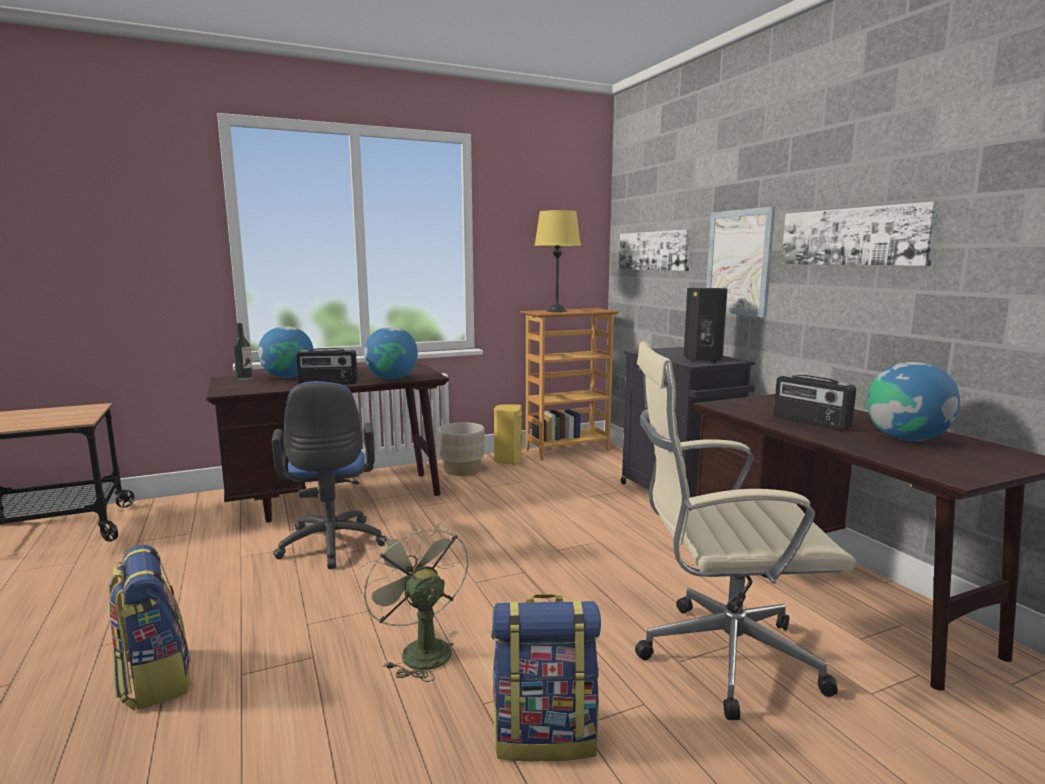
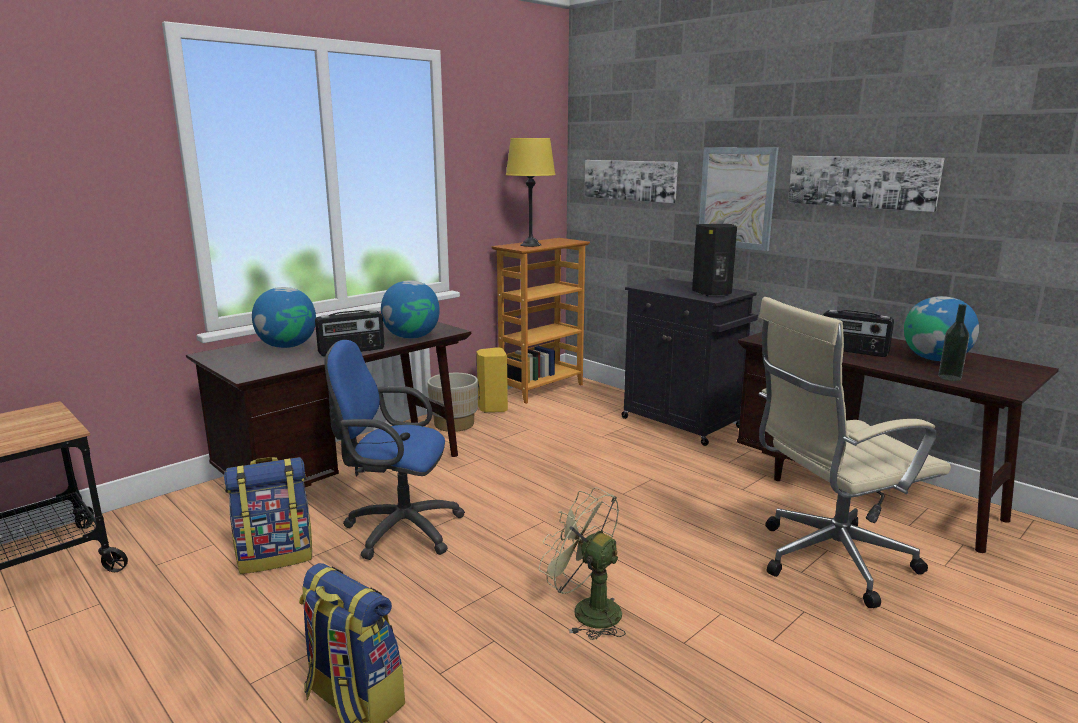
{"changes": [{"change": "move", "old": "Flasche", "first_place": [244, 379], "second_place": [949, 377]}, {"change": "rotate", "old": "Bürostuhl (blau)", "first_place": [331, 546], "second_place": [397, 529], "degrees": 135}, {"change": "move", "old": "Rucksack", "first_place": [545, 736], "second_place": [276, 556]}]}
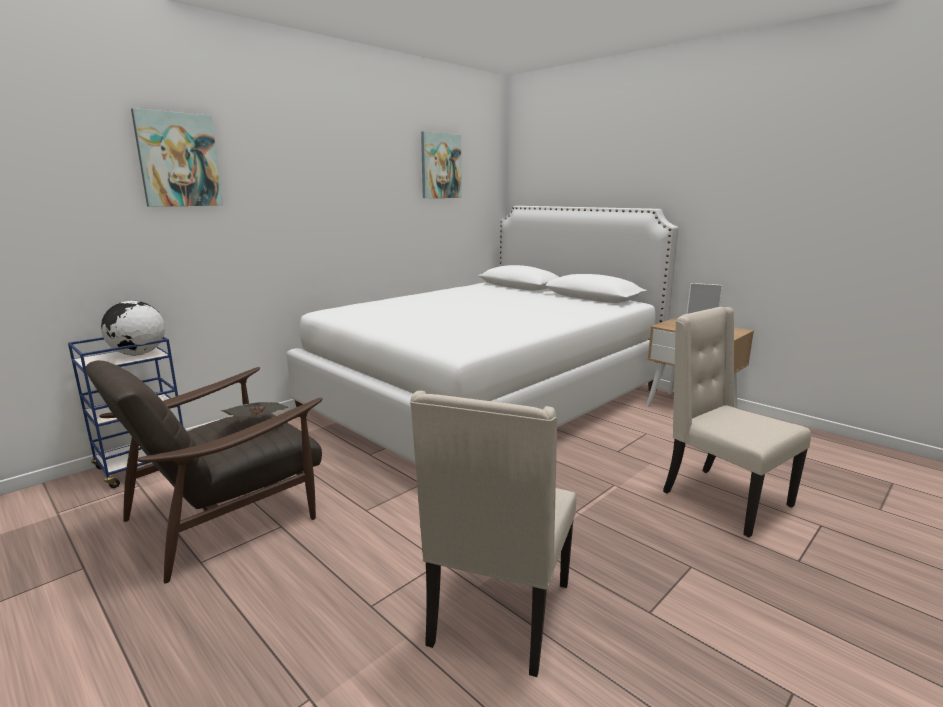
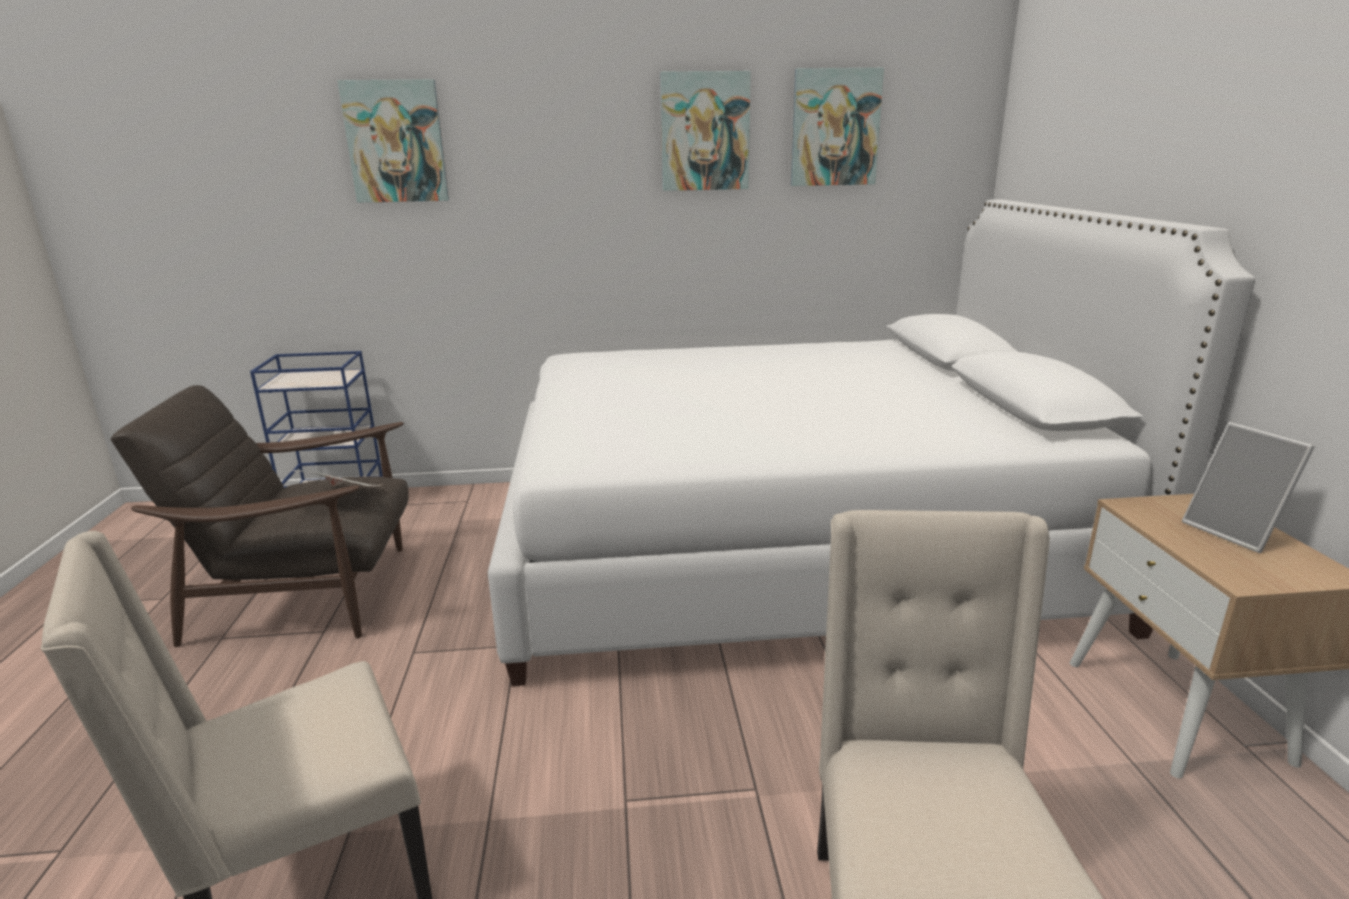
{"changes": [{"change": "delete", "old": "Globus", "first_place": [138, 354]}, {"change": "insert", "new": "Bild", "second_place": [704, 132]}]}
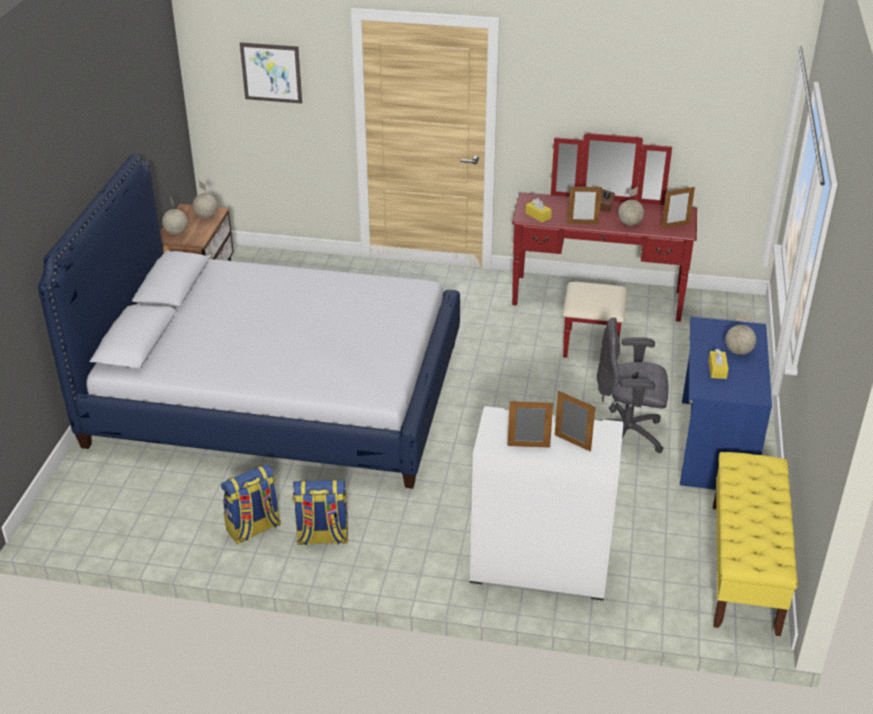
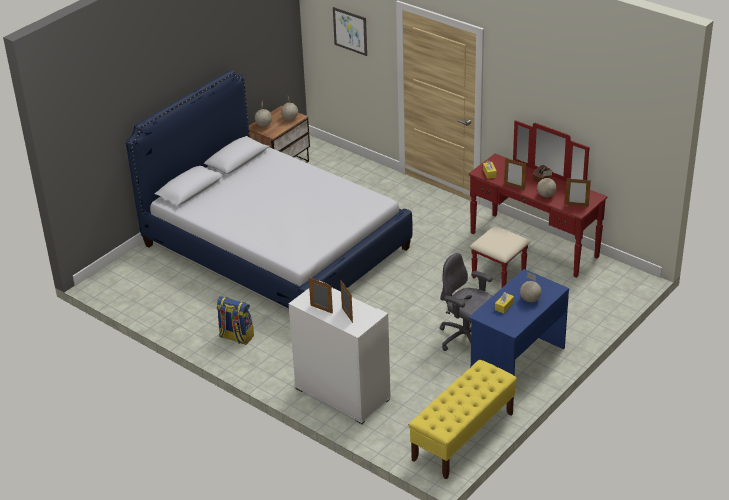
{"changes": [{"change": "delete", "old": "Rucksack", "first_place": [253, 529]}]}
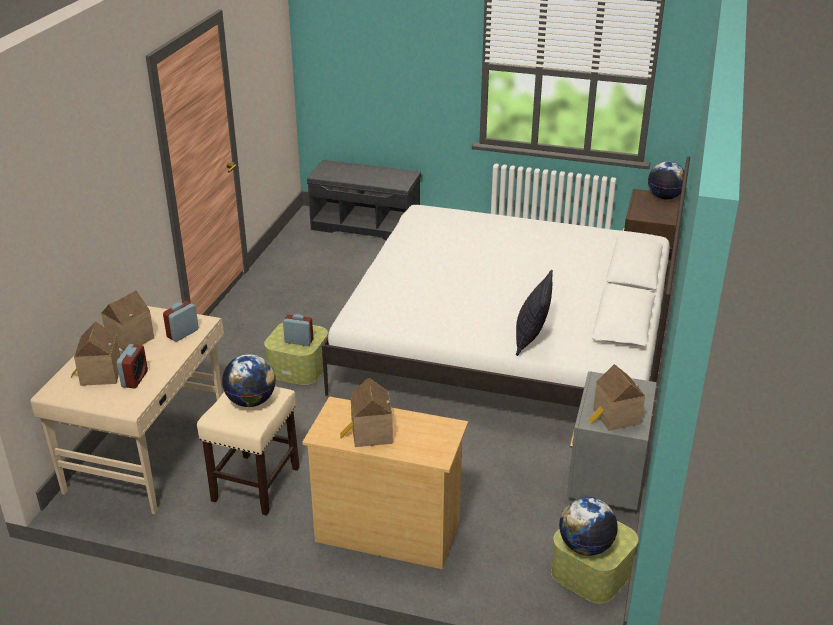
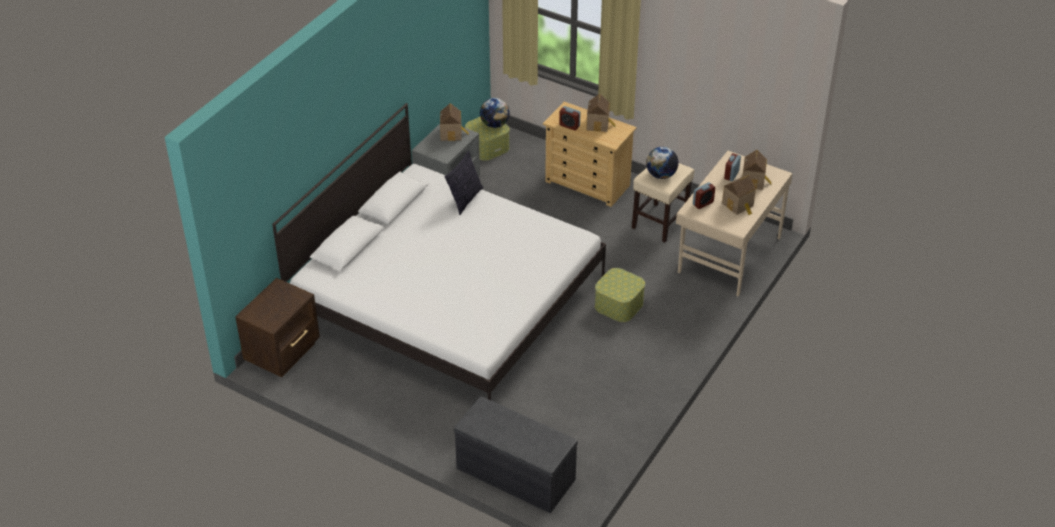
{"changes": [{"change": "move", "old": "Wecker", "first_place": [299, 341], "second_place": [569, 126]}, {"change": "delete", "old": "Globus", "first_place": [664, 197]}]}
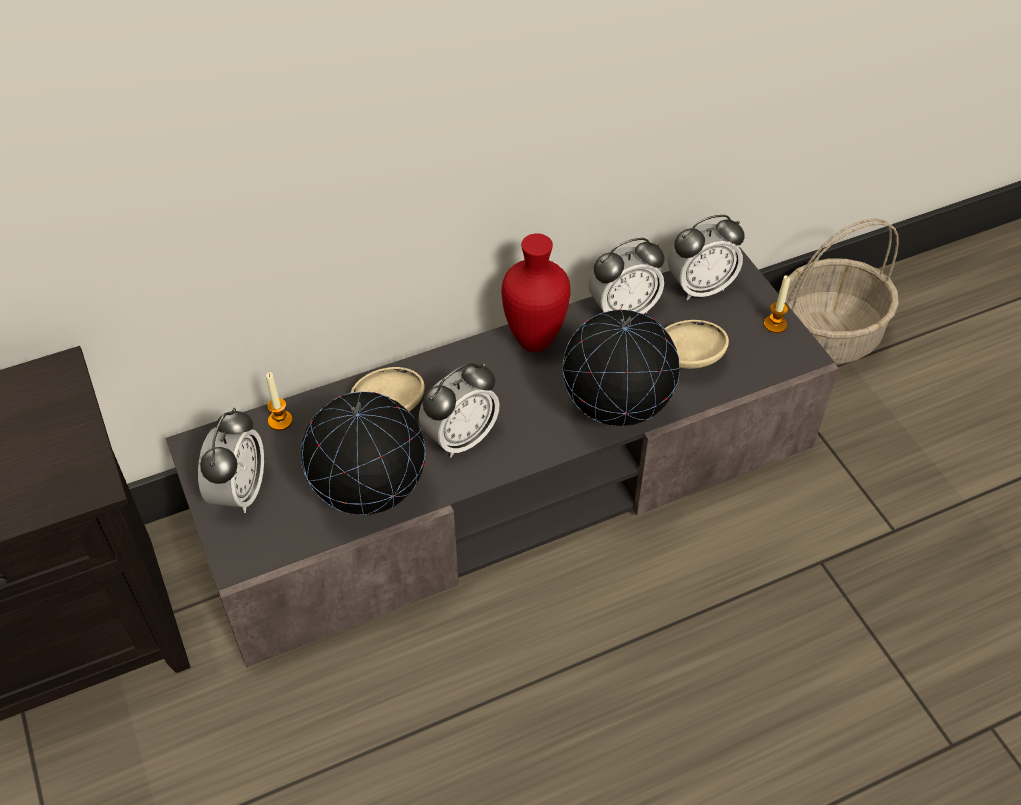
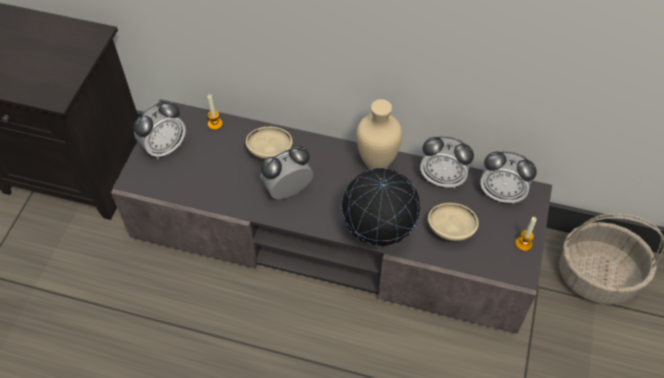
{"changes": [{"change": "delete", "old": "Globus", "first_place": [370, 498]}, {"change": "rotate", "old": "Wecker", "first_place": [460, 438], "second_place": [288, 190], "degrees": 150}, {"change": "recolor", "old": "Vase (rot)", "new": "Vase (beige)", "first_place": [535, 343], "second_place": [376, 165]}]}
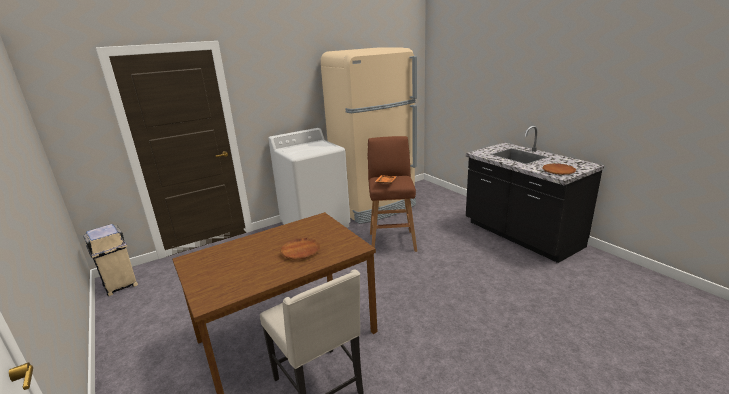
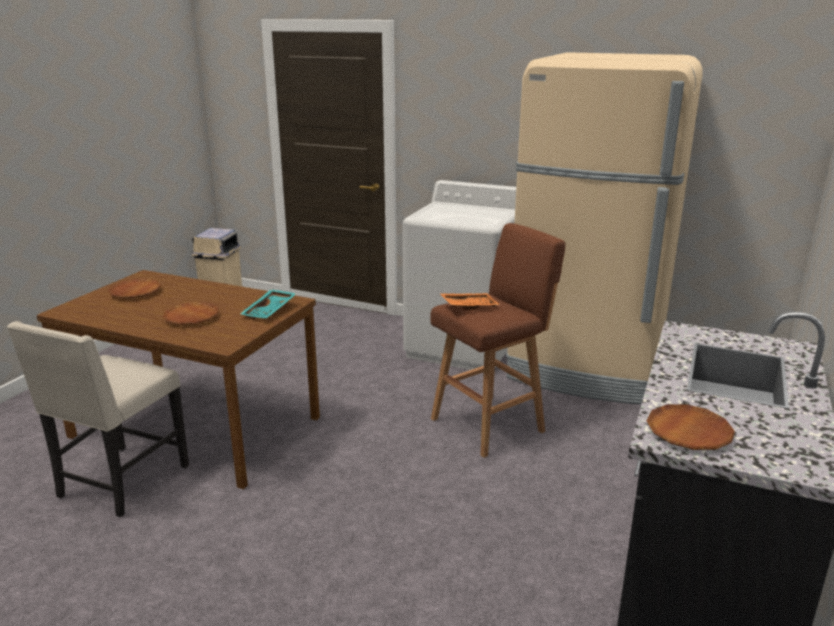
{"changes": [{"change": "insert", "new": "Teller (braun)", "second_place": [135, 292]}, {"change": "insert", "new": "Tablett (türkis)", "second_place": [270, 311]}]}
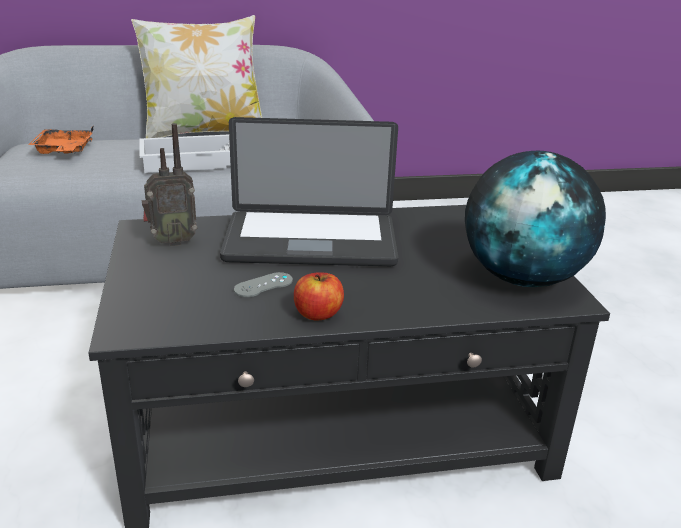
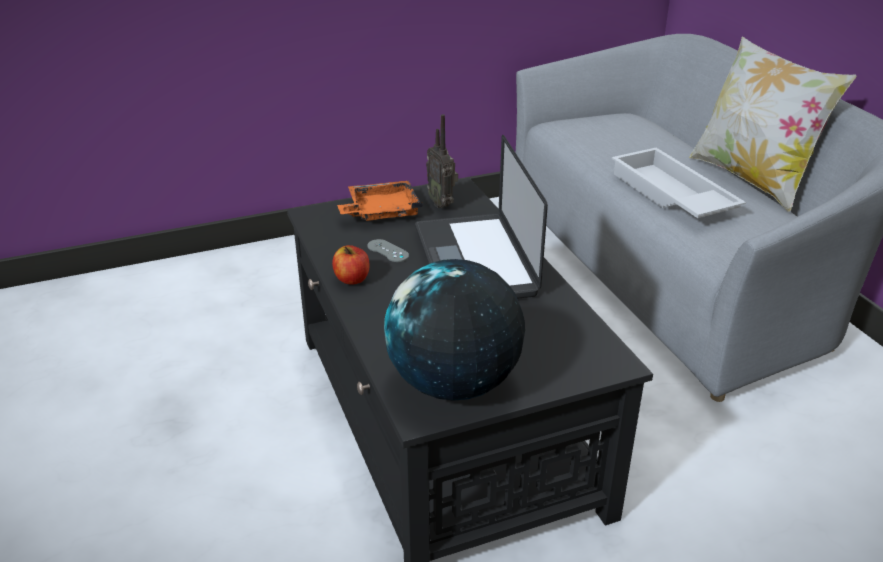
{"changes": [{"change": "move", "old": "Tablett (orange)", "first_place": [64, 151], "second_place": [381, 211]}]}
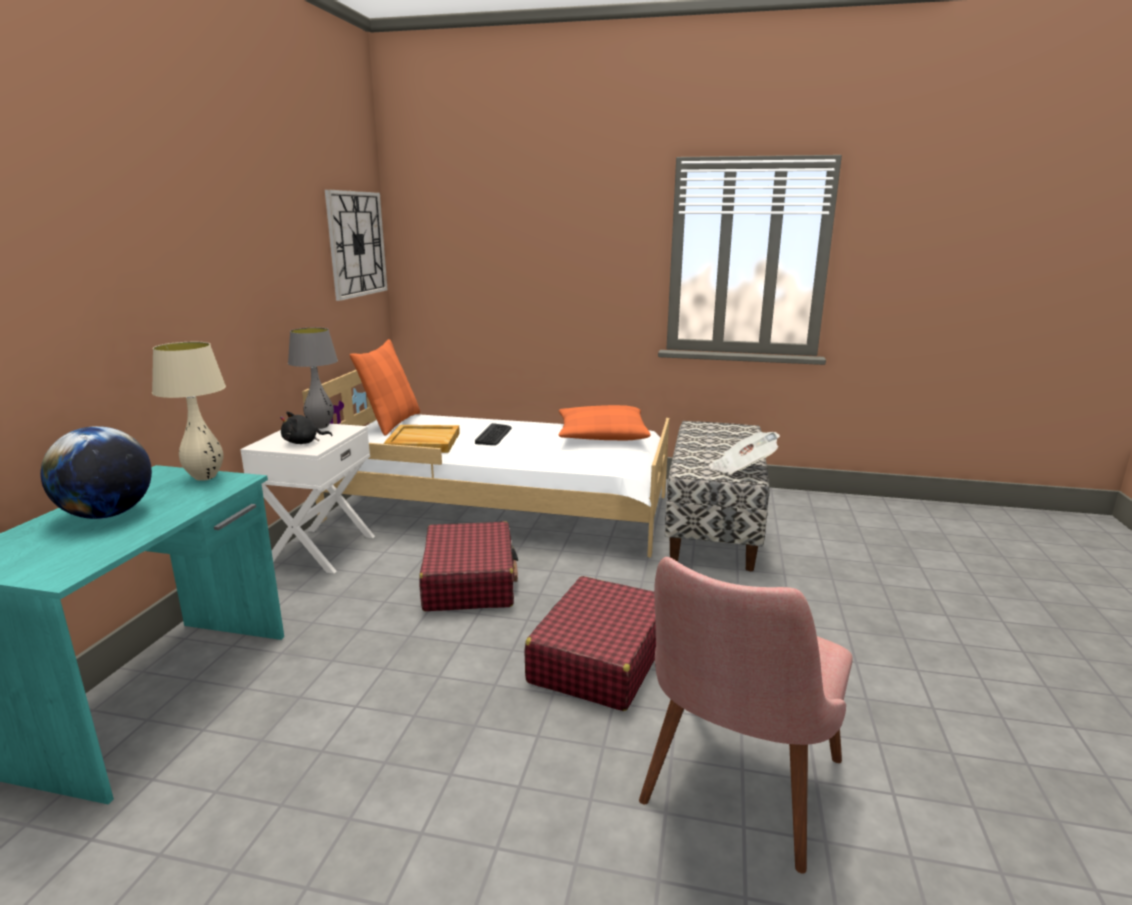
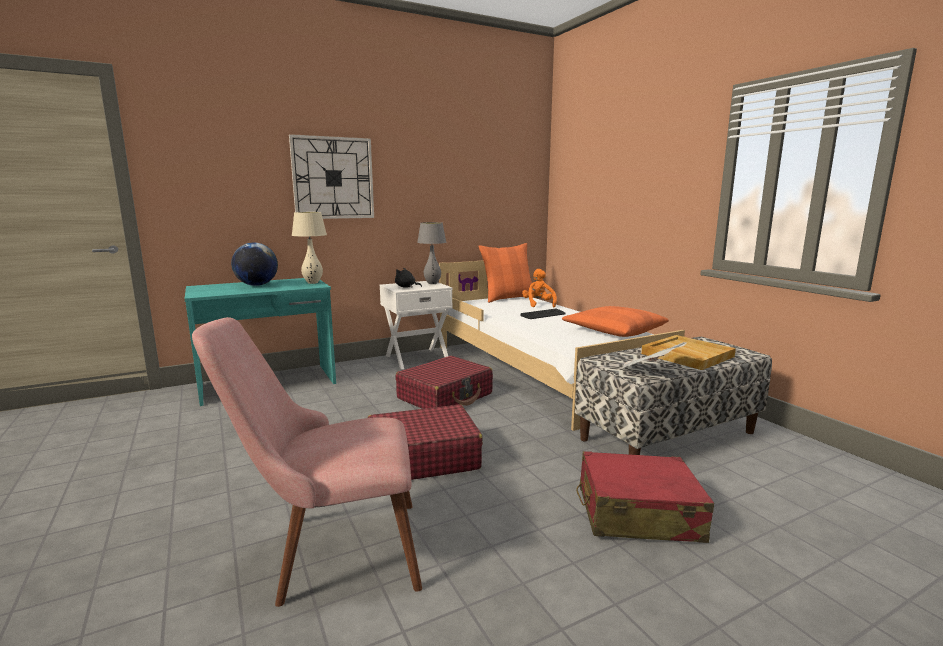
{"changes": [{"change": "move", "old": "Wanduhr", "first_place": [356, 244], "second_place": [333, 178]}, {"change": "move", "old": "Tablett (beige)", "first_place": [422, 442], "second_place": [686, 355]}, {"change": "insert", "new": "Plüschtier (orange)", "second_place": [538, 304]}, {"change": "insert", "new": "Koffer (rot)", "second_place": [637, 514]}]}
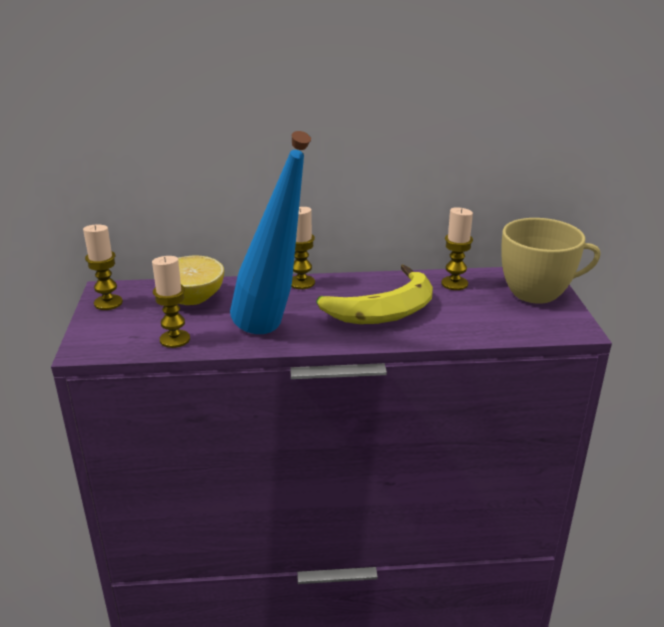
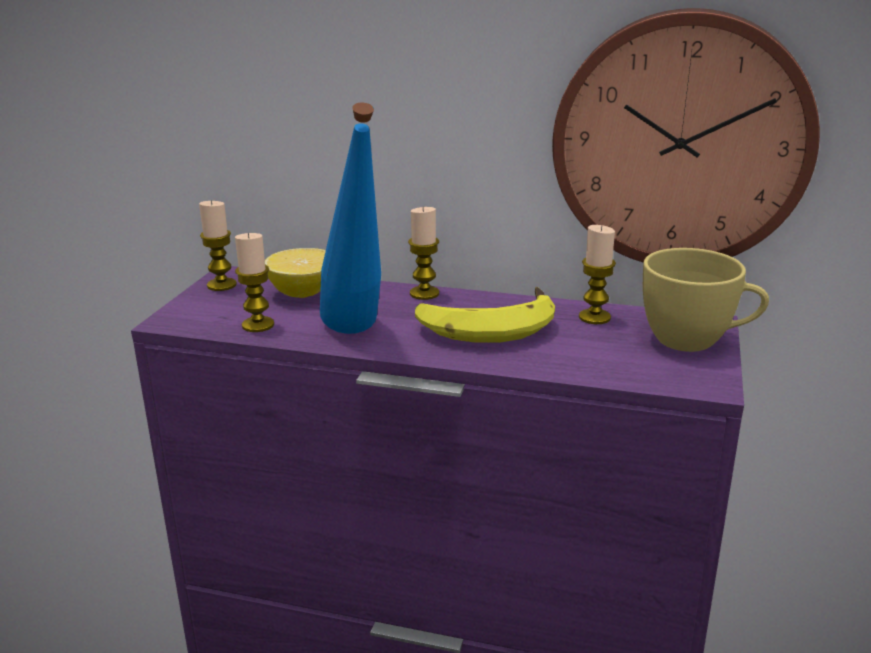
{"changes": [{"change": "insert", "new": "Wanduhr", "second_place": [681, 139]}]}
